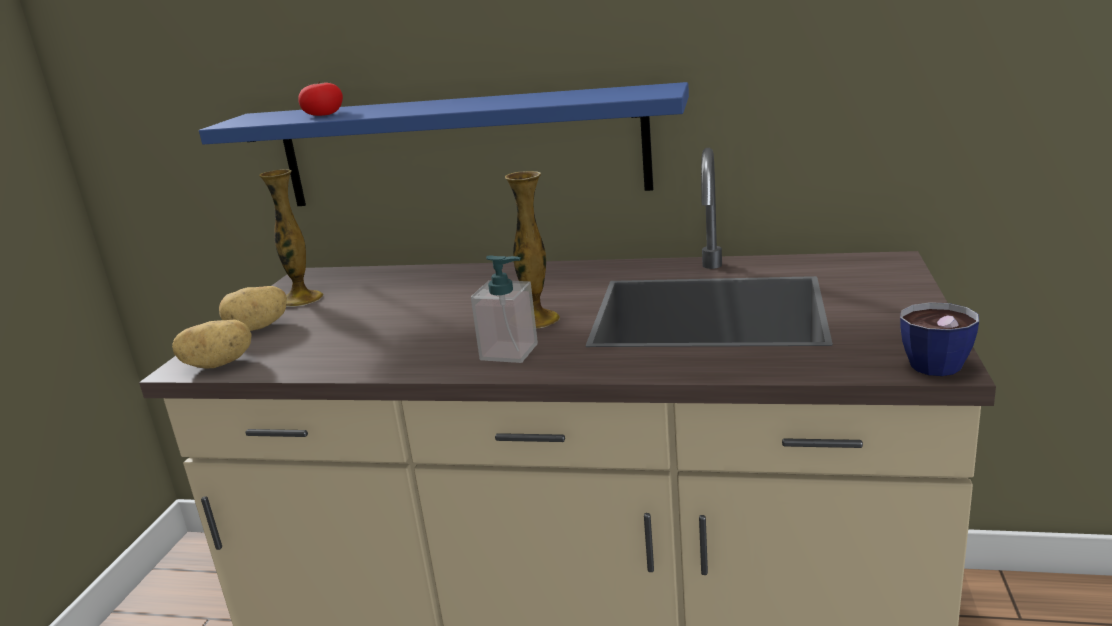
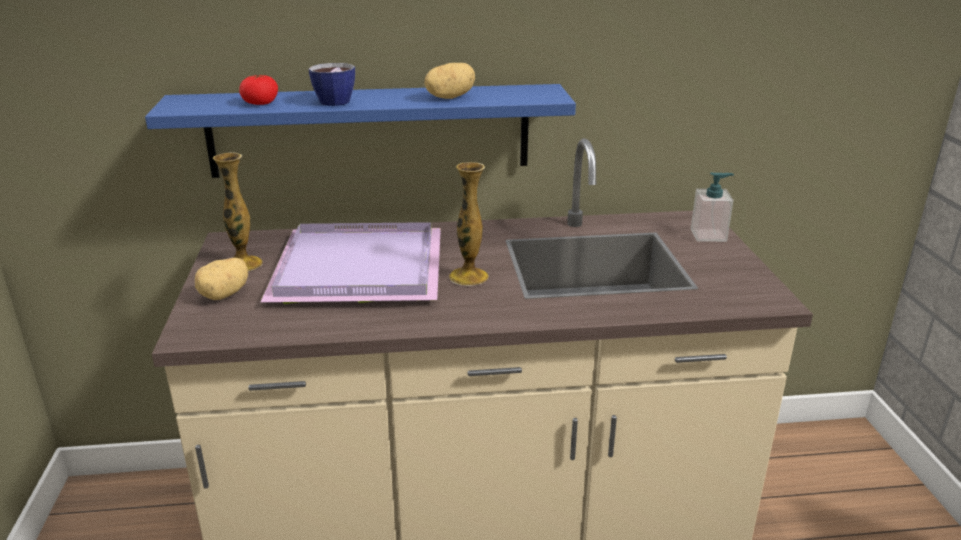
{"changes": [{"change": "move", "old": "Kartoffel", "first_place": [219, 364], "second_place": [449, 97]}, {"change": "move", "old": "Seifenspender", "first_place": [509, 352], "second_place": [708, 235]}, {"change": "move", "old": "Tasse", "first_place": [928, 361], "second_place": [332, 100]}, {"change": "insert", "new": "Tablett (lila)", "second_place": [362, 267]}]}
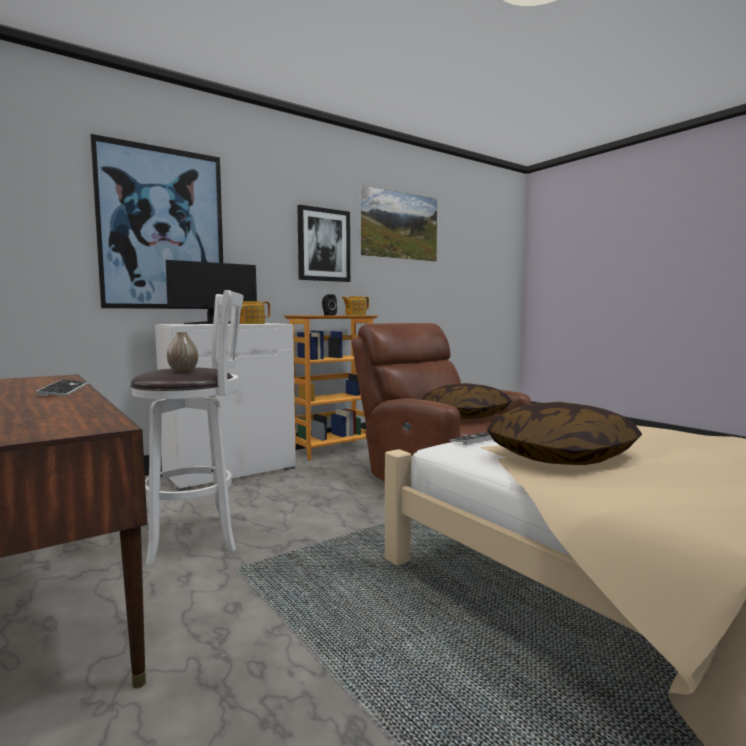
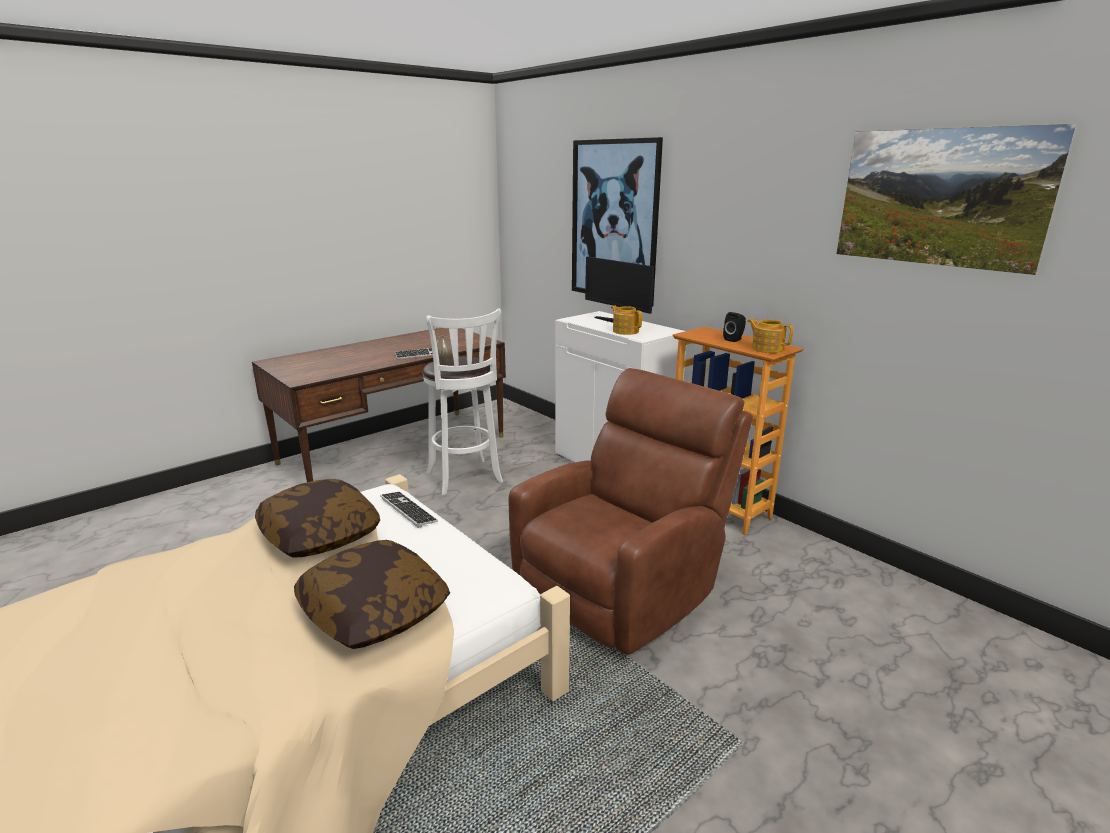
{"changes": [{"change": "delete", "old": "Bild", "first_place": [323, 245]}, {"change": "move", "old": "Kissen", "first_place": [465, 415], "second_place": [374, 612]}]}
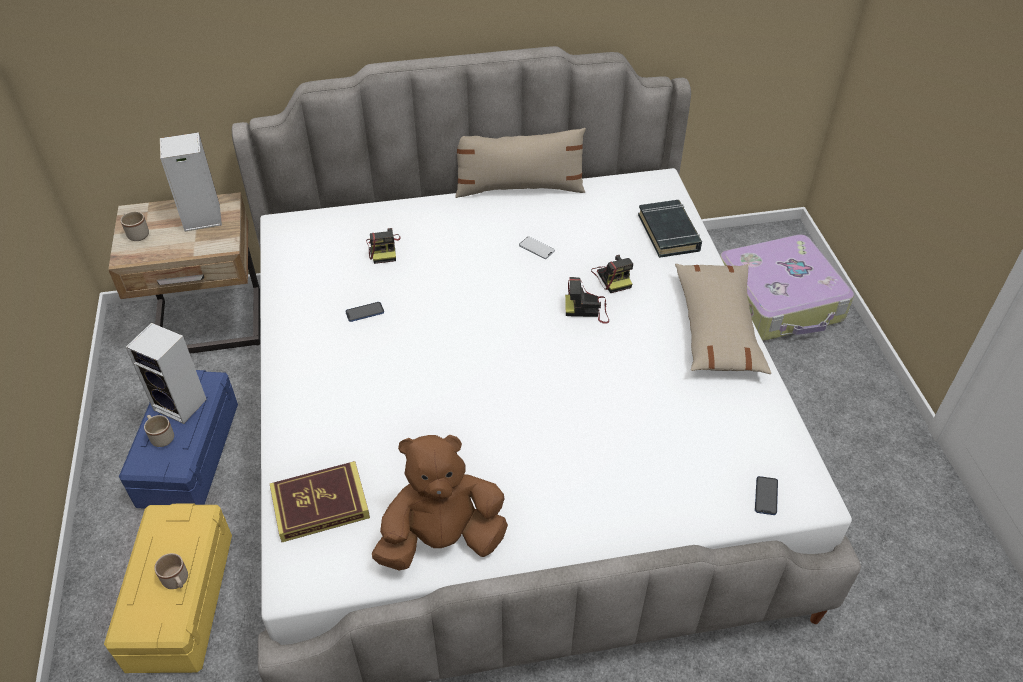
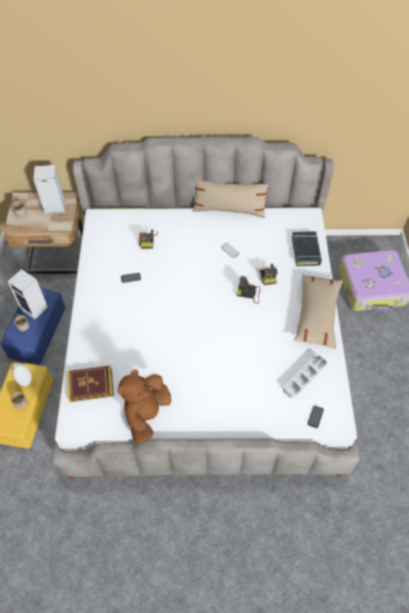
{"changes": [{"change": "rotate", "old": "Plüschtier (braun)", "first_place": [442, 539], "second_place": [146, 413], "degrees": -60}, {"change": "insert", "new": "Vase (weiß)", "second_place": [26, 382]}, {"change": "insert", "new": "Tablett (grau)", "second_place": [304, 377]}]}
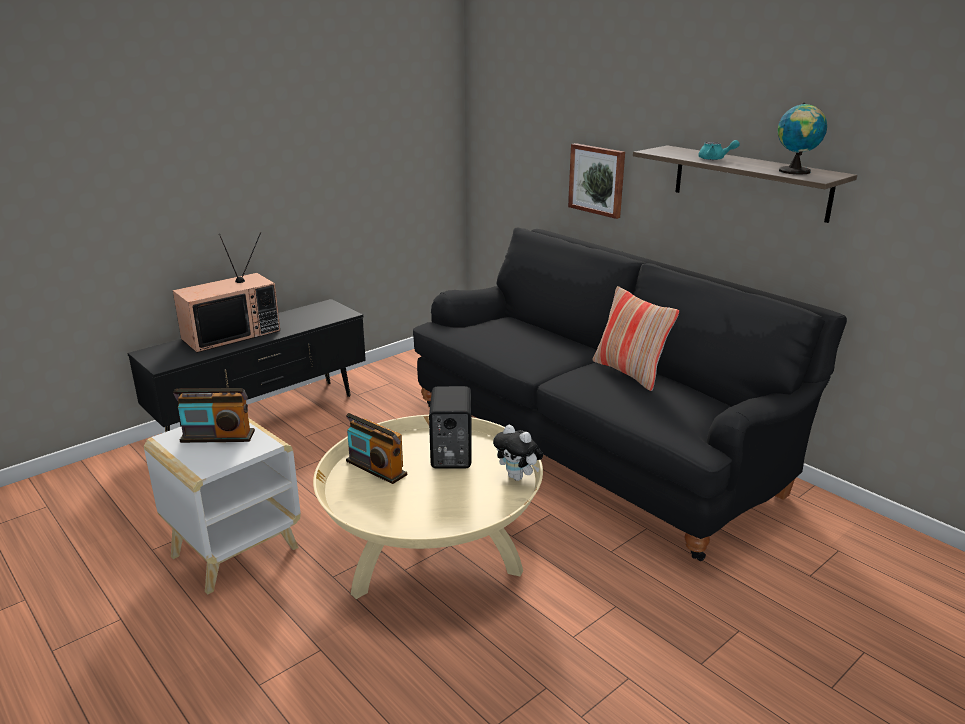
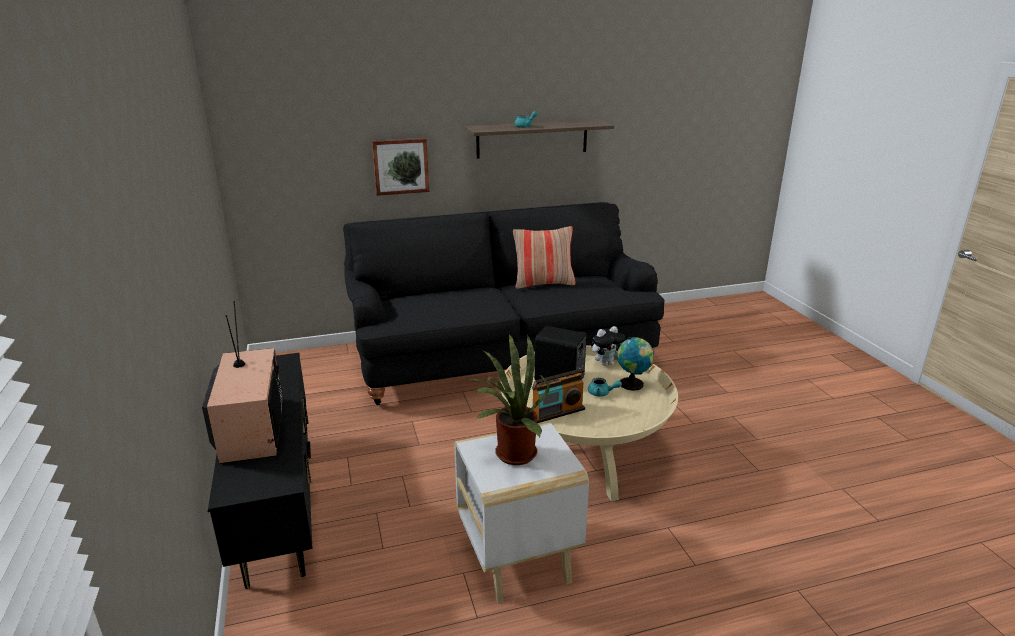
{"changes": [{"change": "replace", "old": "Radio", "new": "Topfpflanze", "first_place": [217, 437], "second_place": [511, 454]}, {"change": "move", "old": "Globus", "first_place": [795, 171], "second_place": [633, 384]}, {"change": "insert", "new": "Teekanne (türkis)", "second_place": [602, 393]}]}
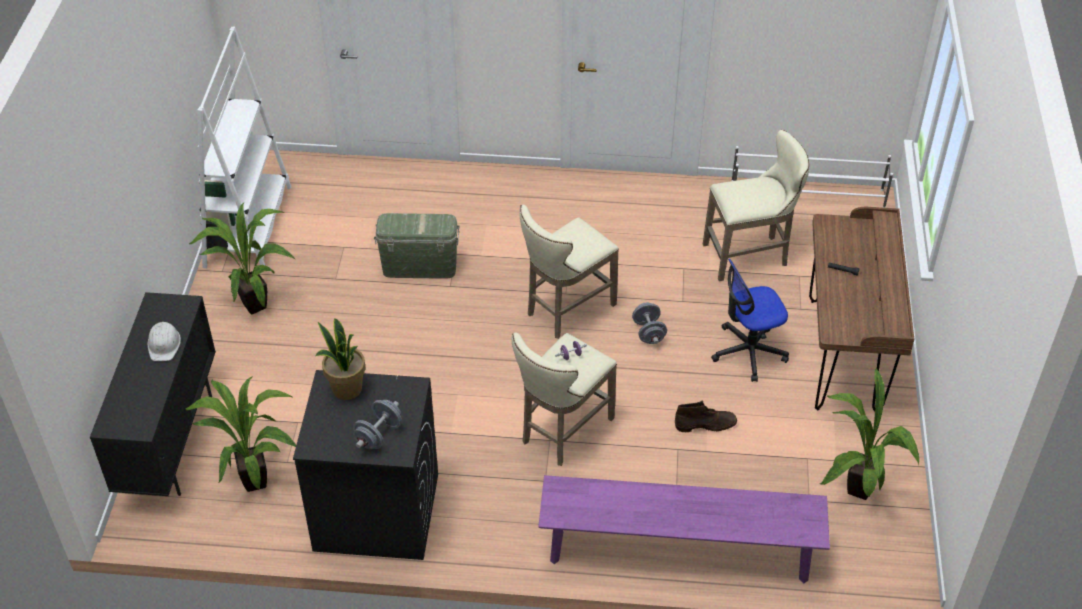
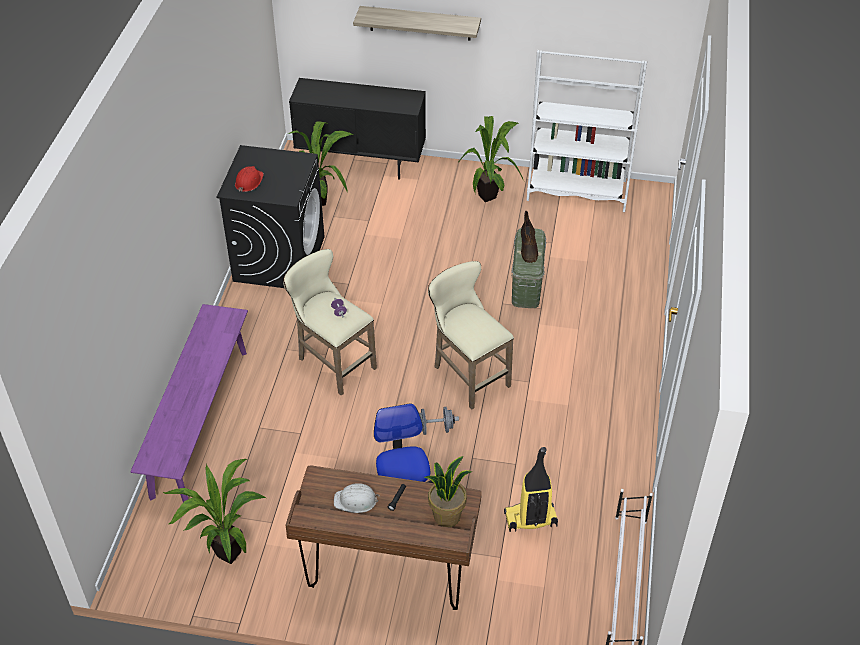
{"changes": [{"change": "move", "old": "Schutzhelm (weiß)", "first_place": [164, 344], "second_place": [356, 501]}, {"change": "move", "old": "Topfpflanze", "first_place": [346, 389], "second_place": [447, 515]}, {"change": "replace", "old": "Hantel (grau)", "new": "Schutzhelm (rot)", "first_place": [379, 435], "second_place": [249, 181]}, {"change": "move", "old": "Stiefel (braun)", "first_place": [706, 424], "second_place": [528, 248]}, {"change": "replace", "old": "Hocker (beige)", "new": "Staubsauger", "first_place": [750, 256], "second_place": [530, 520]}, {"change": "insert", "new": "Wandregal", "second_place": [420, 23]}]}
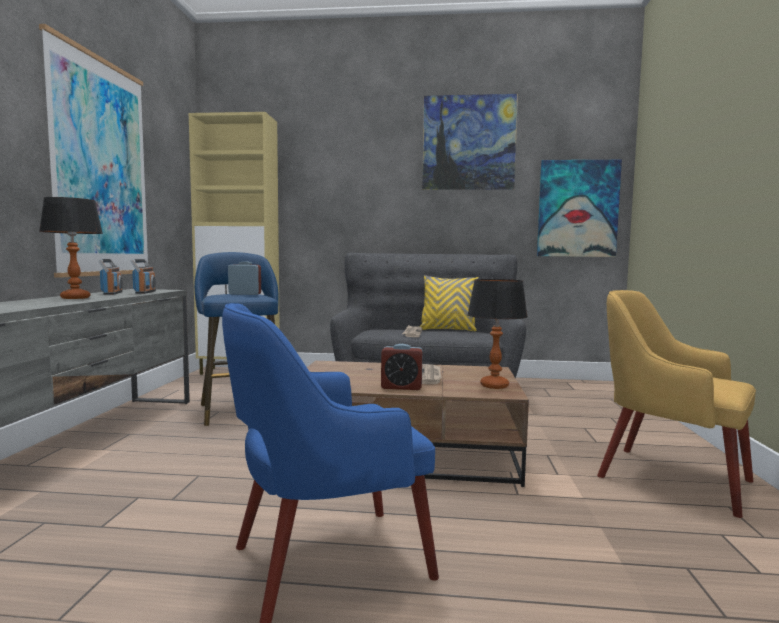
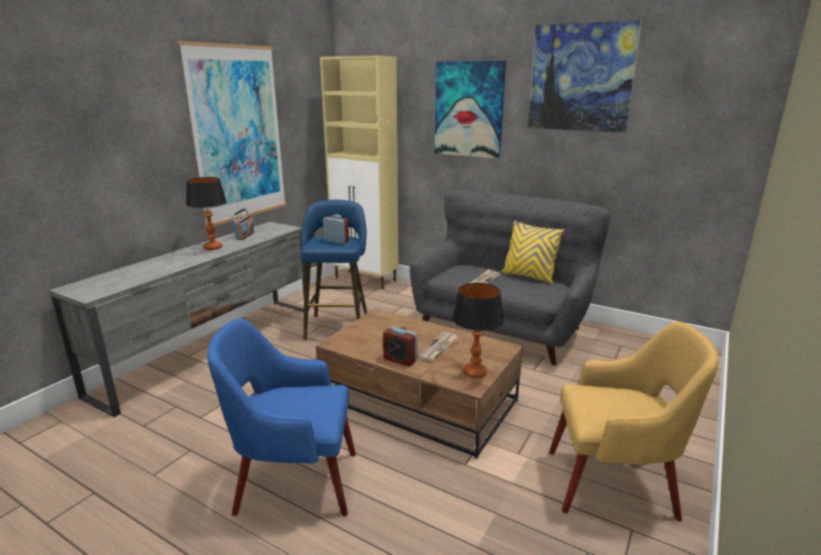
{"changes": [{"change": "delete", "old": "Radio", "first_place": [145, 292]}, {"change": "move", "old": "Bild", "first_place": [577, 209], "second_place": [469, 109]}, {"change": "rotate", "old": "Sessel (gelb)", "first_place": [668, 477], "second_place": [615, 484], "degrees": 120}]}
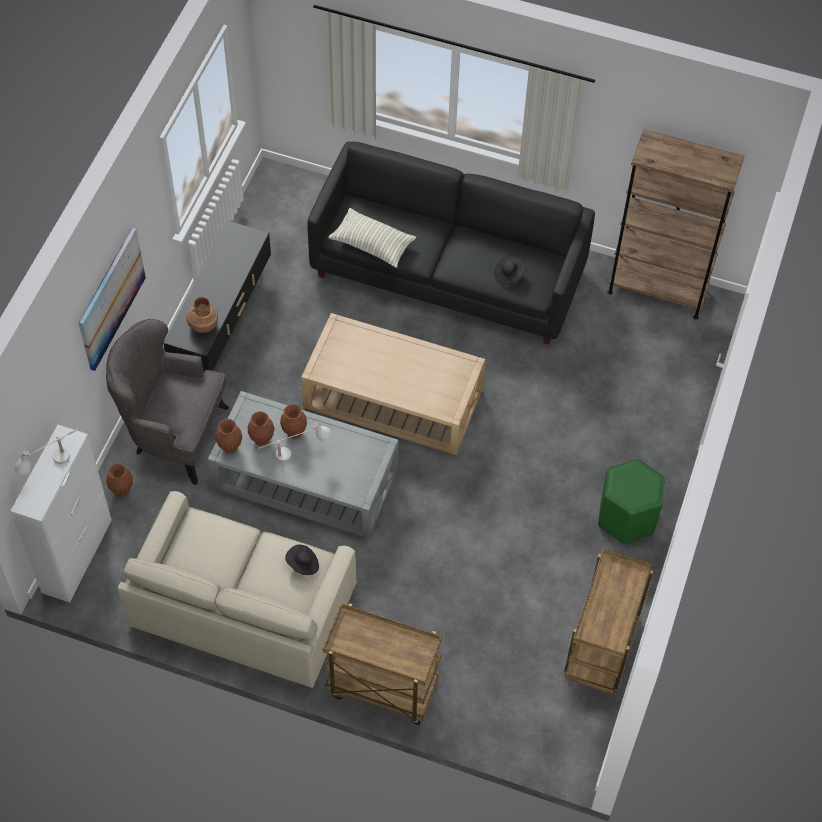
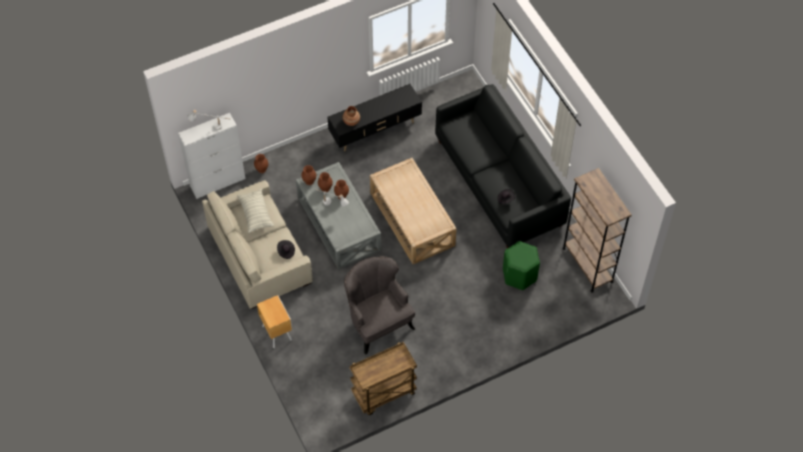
{"changes": [{"change": "delete", "old": "Bild", "first_place": [111, 298]}, {"change": "move", "old": "Sessel (grau)", "first_place": [174, 435], "second_place": [378, 322]}, {"change": "replace", "old": "Rollwagen (braun)", "new": "Nachttisch (braun)", "first_place": [381, 688], "second_place": [277, 332]}, {"change": "move", "old": "Kissen", "first_place": [372, 244], "second_place": [255, 214]}, {"change": "move", "old": "Hocker (grün)", "first_place": [627, 517], "second_place": [519, 275]}]}
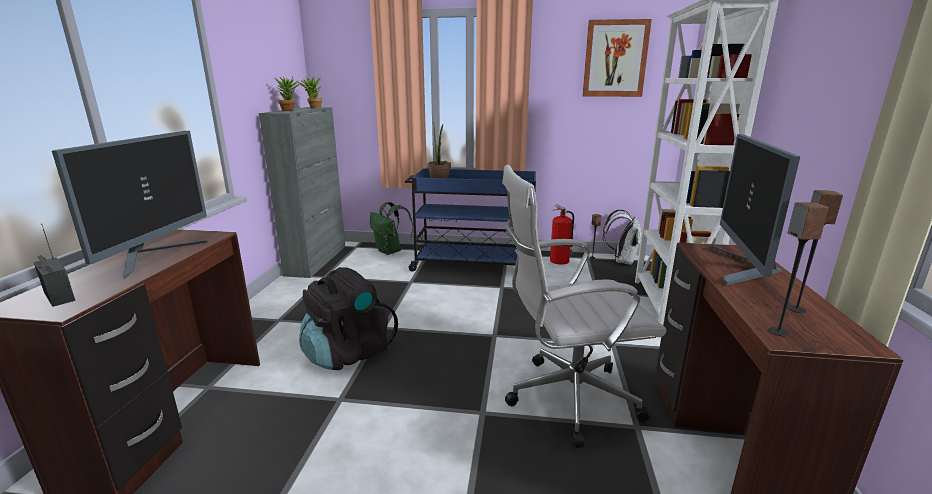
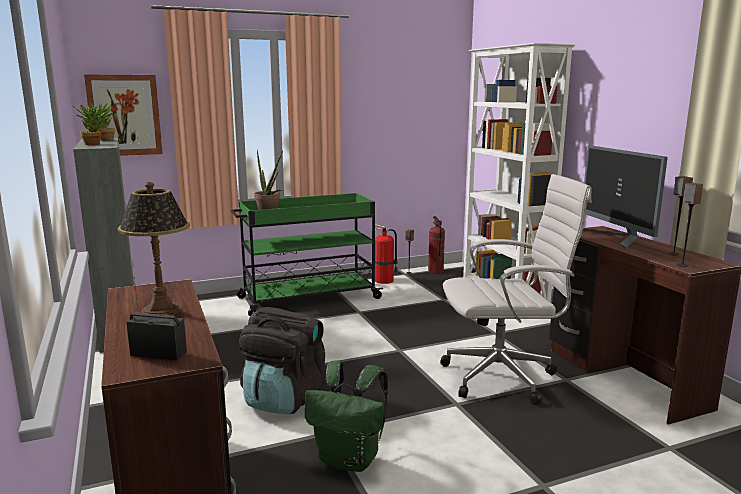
{"changes": [{"change": "replace", "old": "Monitor", "new": "Tischlampe", "first_place": [155, 256], "second_place": [162, 310]}, {"change": "move", "old": "Rucksack (grün)", "first_place": [390, 251], "second_place": [350, 460]}, {"change": "recolor", "old": "Rollwagen (blau)", "new": "Rollwagen (grün)", "first_place": [473, 264], "second_place": [307, 298]}, {"change": "rotate", "old": "Bürostuhl (weiß)", "first_place": [566, 399], "second_place": [504, 377], "degrees": -150}, {"change": "move", "old": "Bild", "first_place": [615, 59], "second_place": [124, 115]}, {"change": "replace", "old": "Rucksack (weiß)", "new": "Feuerlöscher", "first_place": [621, 261], "second_place": [435, 271]}]}
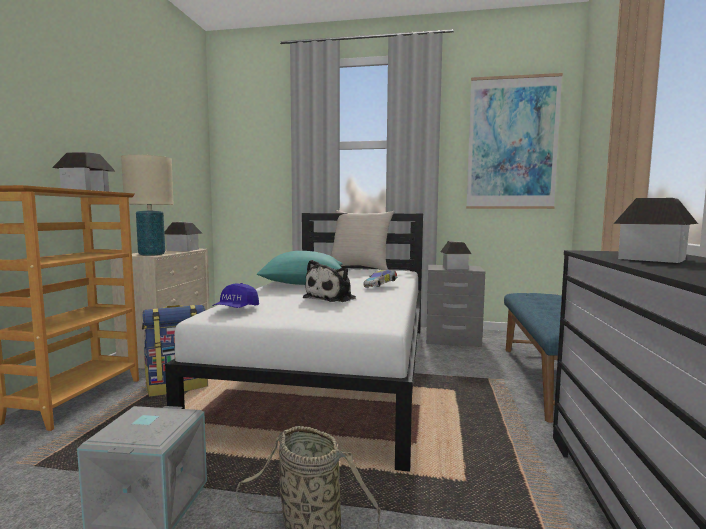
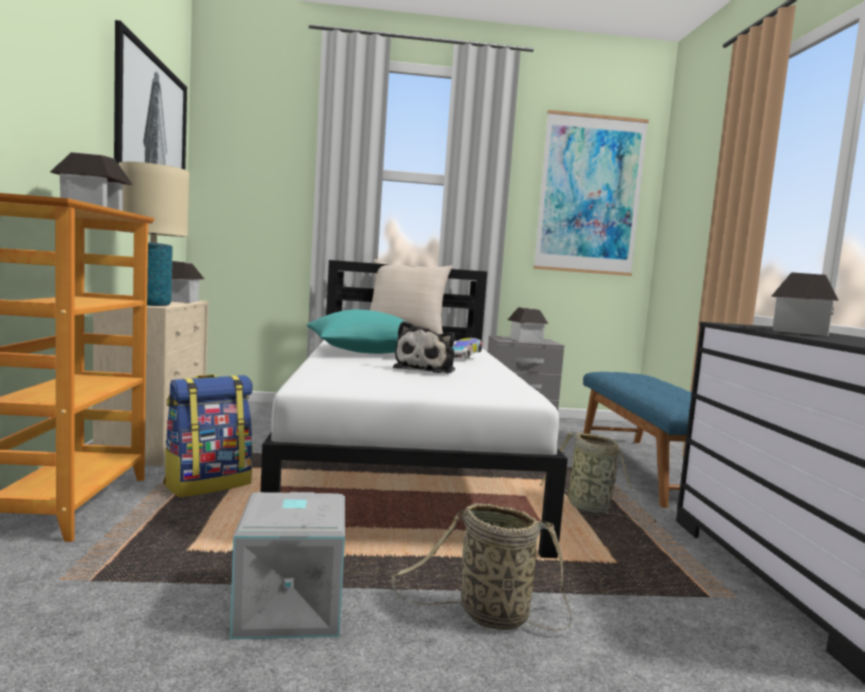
{"changes": [{"change": "delete", "old": "Kappe (blau)", "first_place": [236, 309]}, {"change": "insert", "new": "Bild", "second_place": [150, 124]}, {"change": "insert", "new": "Korb", "second_place": [591, 508]}]}
